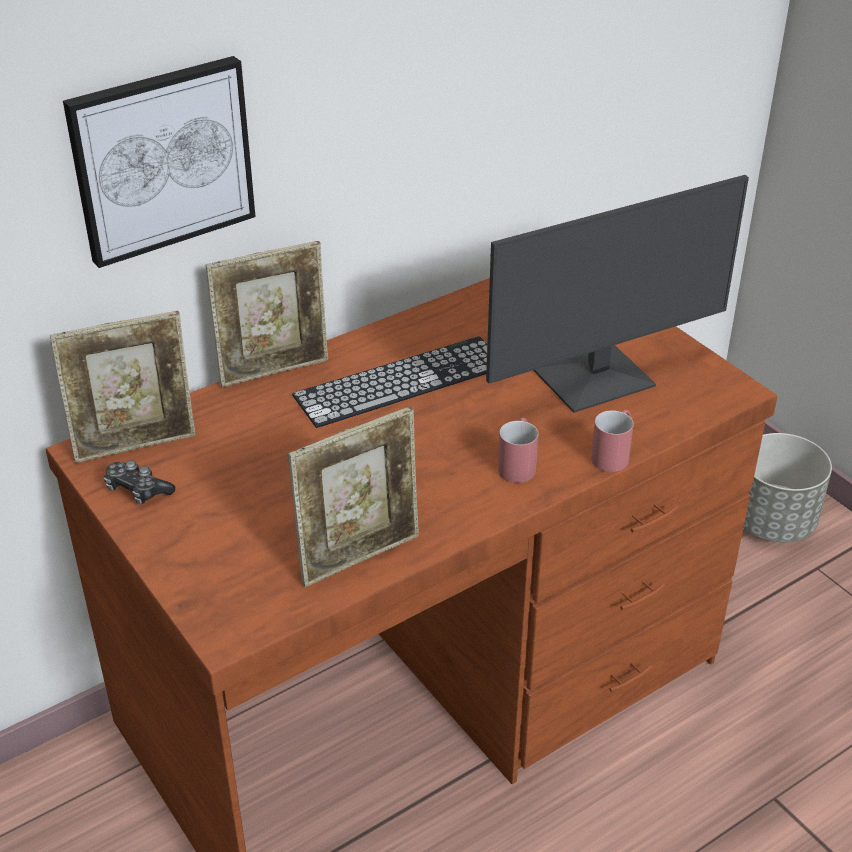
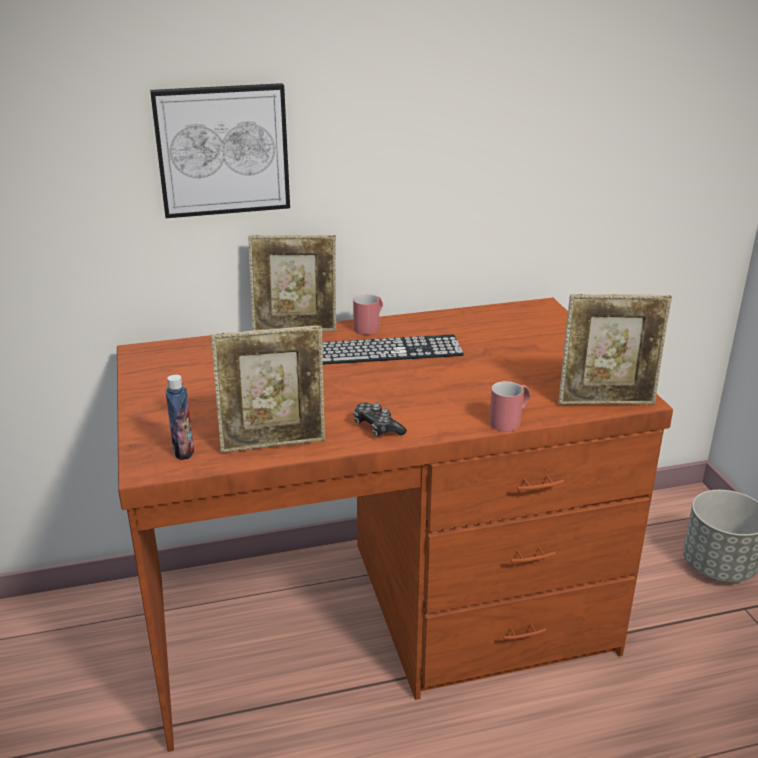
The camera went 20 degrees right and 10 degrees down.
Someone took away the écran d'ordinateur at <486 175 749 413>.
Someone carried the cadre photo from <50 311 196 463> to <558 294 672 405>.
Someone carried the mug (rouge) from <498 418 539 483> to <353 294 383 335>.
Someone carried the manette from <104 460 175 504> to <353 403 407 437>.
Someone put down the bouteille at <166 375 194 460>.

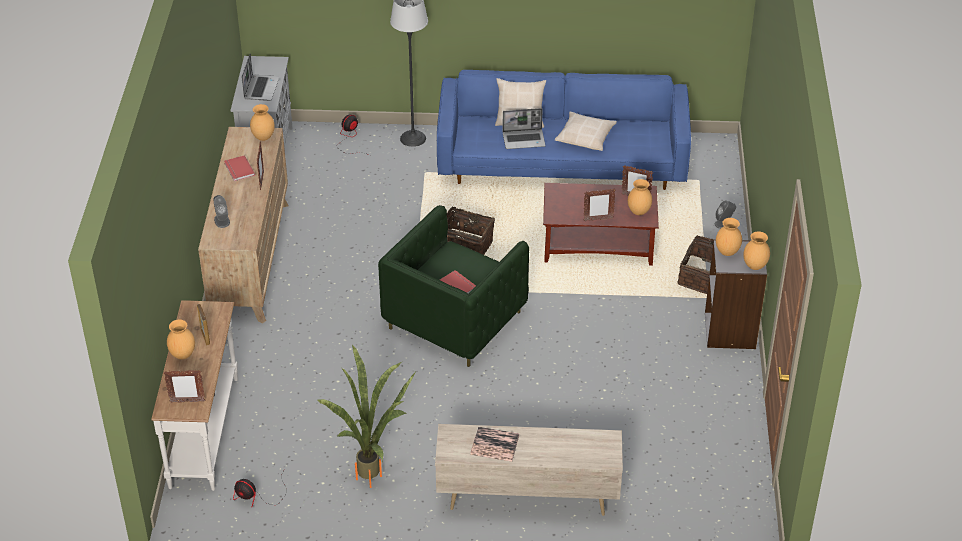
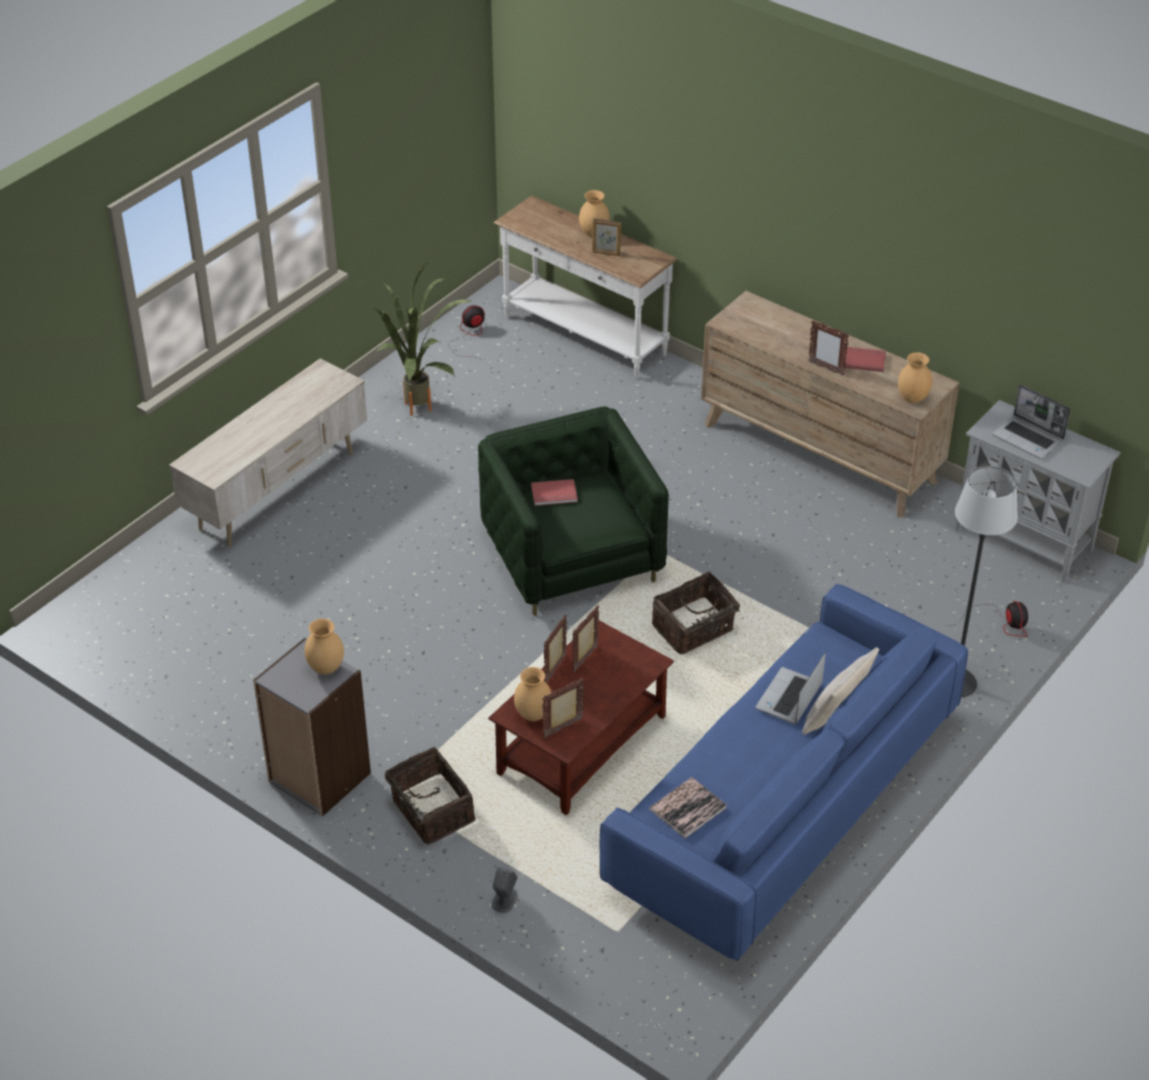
The camera went 125 degrees right and 0 degrees up.
Someone took away the coussin (beige) at <555 112 617 151>.
Someone took away the enceinte (gris) at <214 195 230 228>.
Someone took away the vase (marron) at <743 231 770 270>.
Someone carried the cadre photo from <164 370 205 403> to <572 606 599 672>.
Someone carried the livre from <470 427 519 462> to <649 777 727 838>.

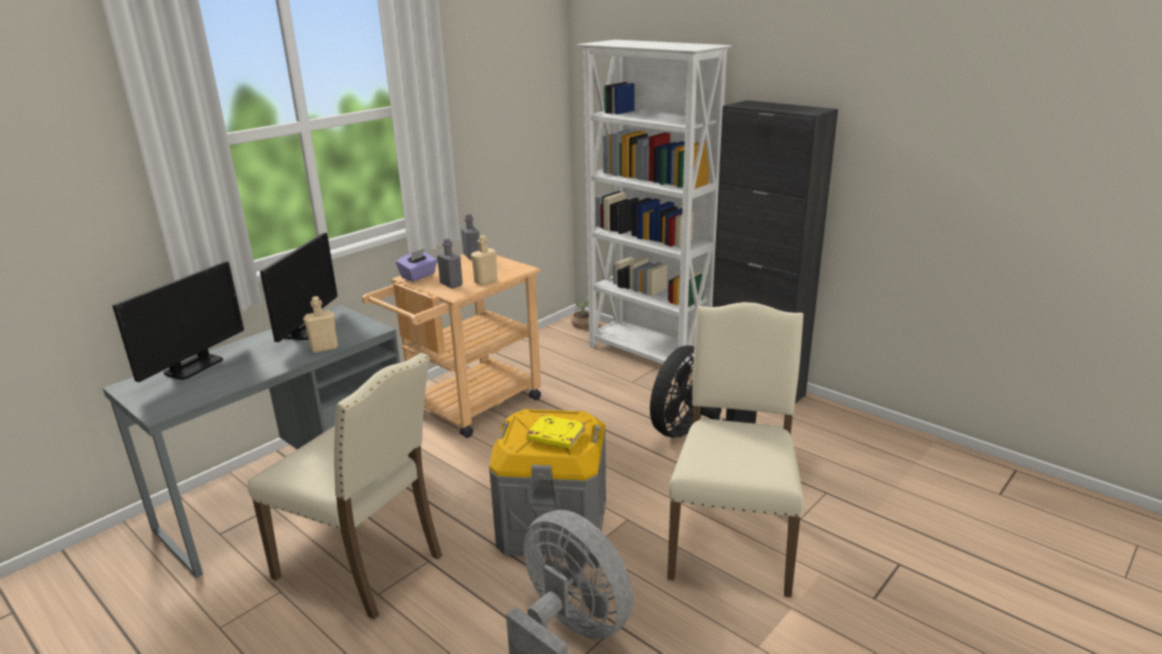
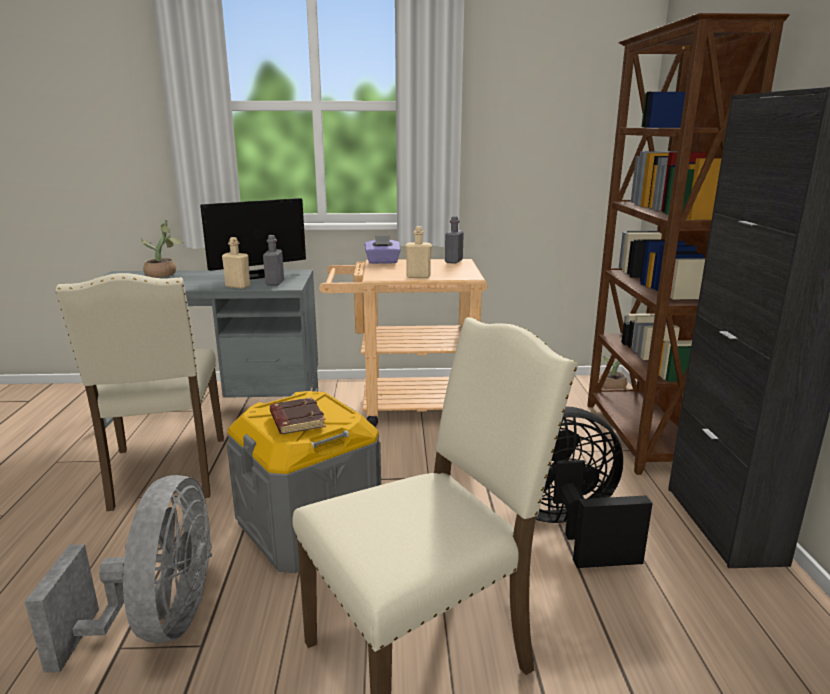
The camera went 45 degrees right and 5 degrees down.
Someone repainted the bibliothèque (blanc) at <577 40 732 371>, which became the bibliothèque (marron) at <587 13 790 475>.
Someone carried the bouteille (gris) from <437 238 463 288> to <263 235 284 286>.
Someone swapped the écran d'ordinateur at <113 261 244 382> for the plante en pot at <141 220 183 277>.
Someone repainted the livre (jaune) at <527 415 585 449>, which became the livre (marron) at <270 397 326 434>.

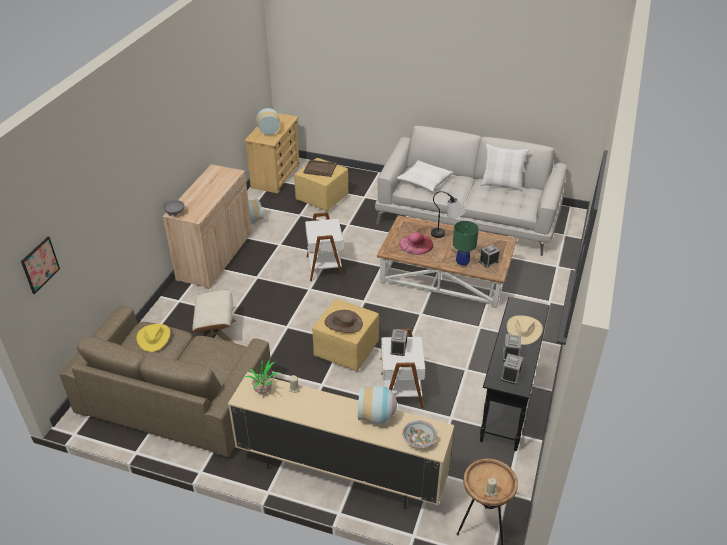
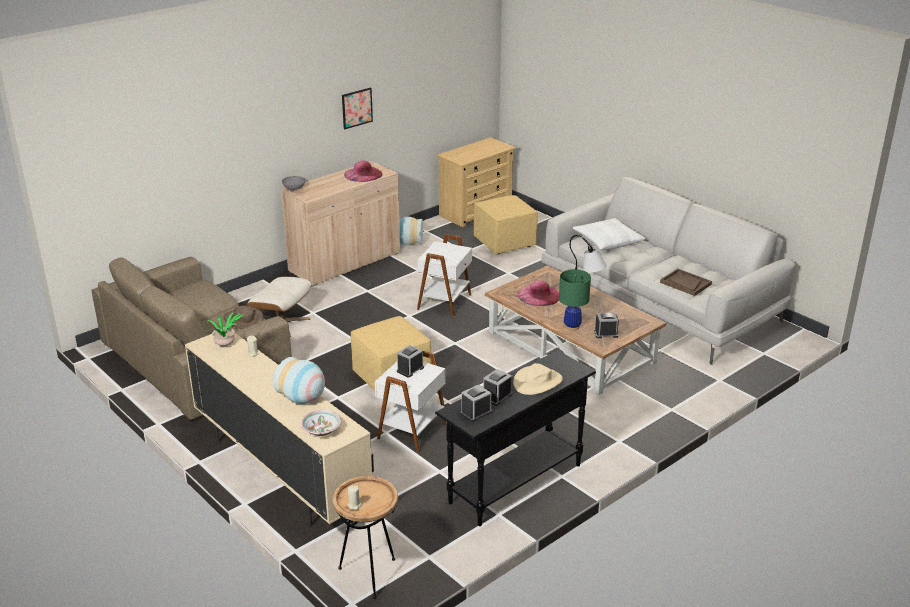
The camera went 30 degrees right and 10 degrees down.
Someone took away the vase at <256 108 280 135>.
Someone took away the coussin (blanc) at <480 144 529 191>.
Someone carried the plateau (marron) from <304 160 337 177> to <660 269 712 296>.
Someone carried the tableau from <21 237 60 294> to <342 87 373 129>.
Someone carried the chapeau (marron) from <325 310 363 333> to <223 306 263 329>.
Someone took away the chapeau (jaune) at <136 324 170 352>.
Someone put down the chapeau (rose) at <344 161 382 182>.

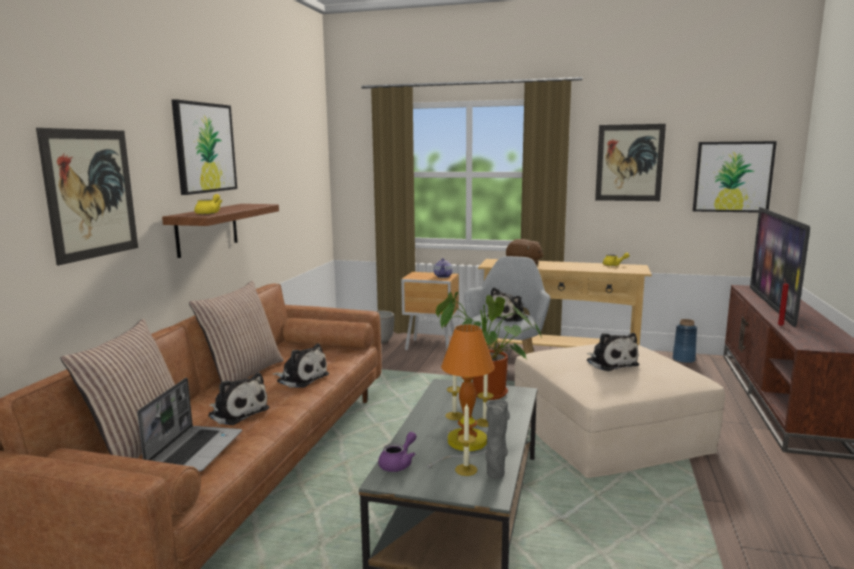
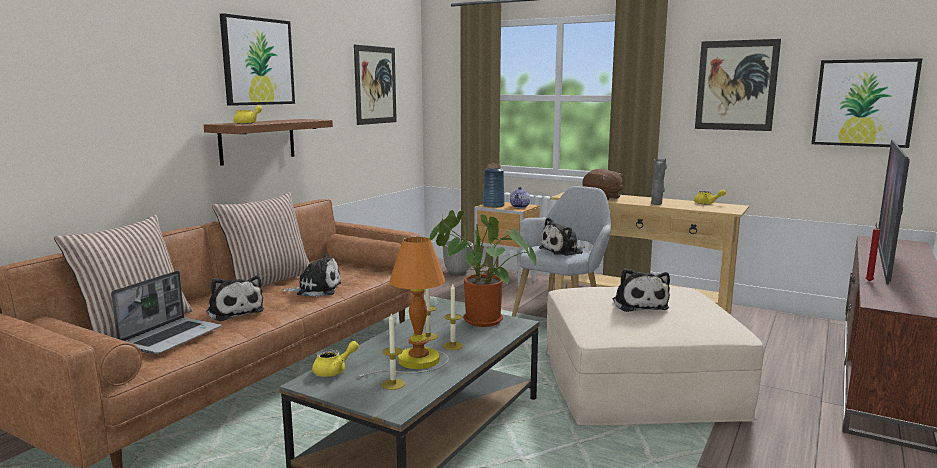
The camera went 15 degrees right and 0 degrees up.
Someone carried the tableau from <36 128 138 265> to <354 44 397 125>.
Someone carried the vase (bleu) from <672 319 697 363> to <483 163 505 208>.
Someone rotated the peluche at <273 343 329 388> by 45 degrees counterclockwise.
Someone carried the vase (gris) from <485 400 510 479> to <651 158 667 205>.
Someone repainted the théière (violet) at <378 432 417 472>, which became the théière (jaune) at <312 341 359 377>.

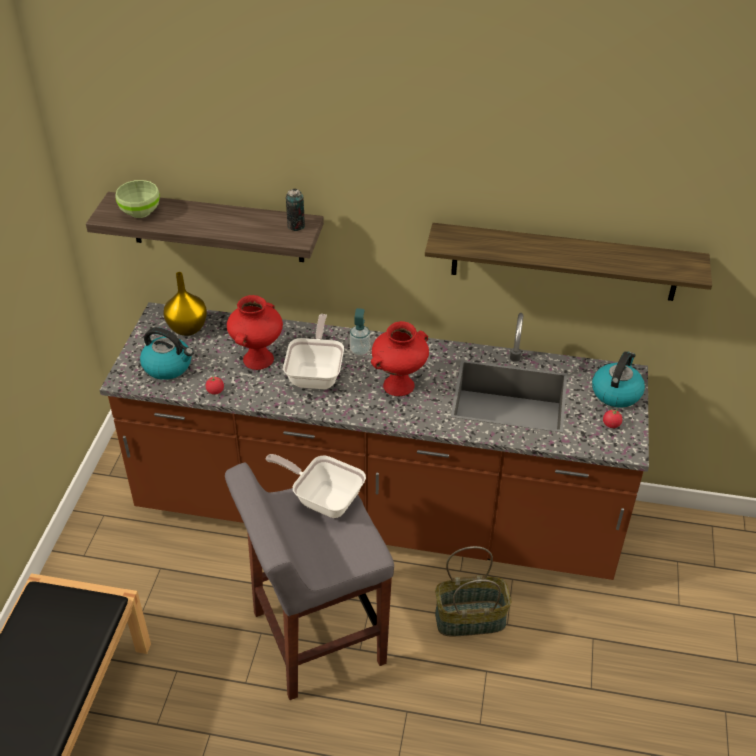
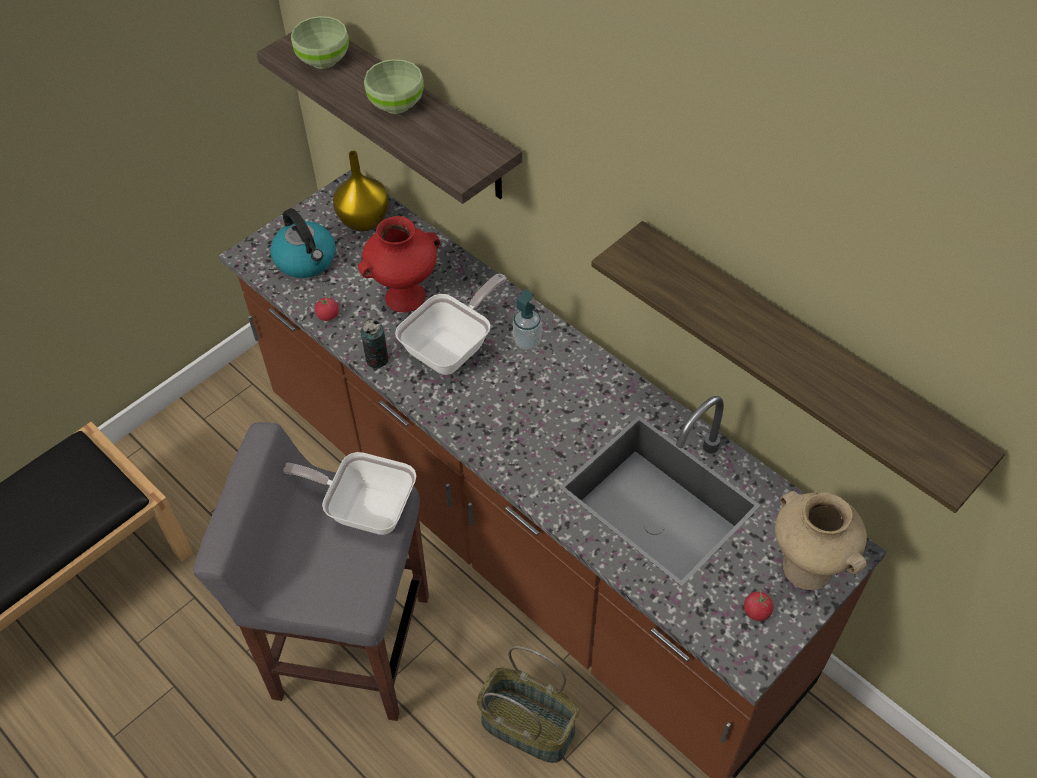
The camera went 35 degrees right and 10 degrees up.
Someone carried the boîte métallique from <286 189 305 231> to <361 320 388 368>.
Someone took away the vase (rouge) at <371 321 429 396>.
Someone swapped the bouilloire at <592 352 645 408> for the vase (beige) at <775 491 867 590>.
Someone rotated the poêle at <265 454 366 518> by 45 degrees counterclockwise.
Someone put down the bol (vert) at <364 59 424 114>.

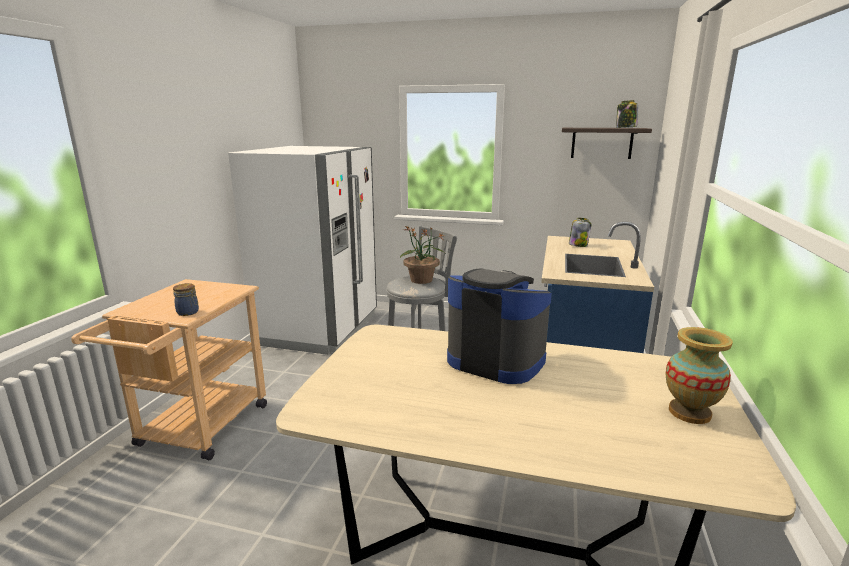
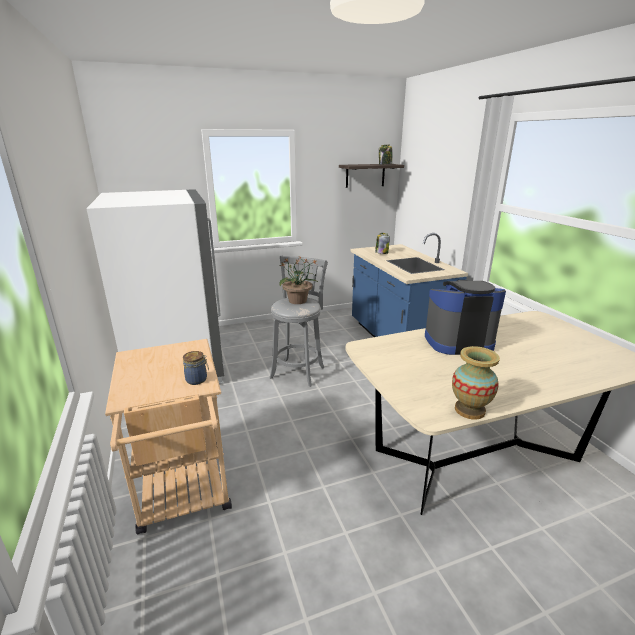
The camera went 35 degrees left and 5 degrees up.
Someone carried the vase from <666 327 733 424> to <452 346 500 420>.

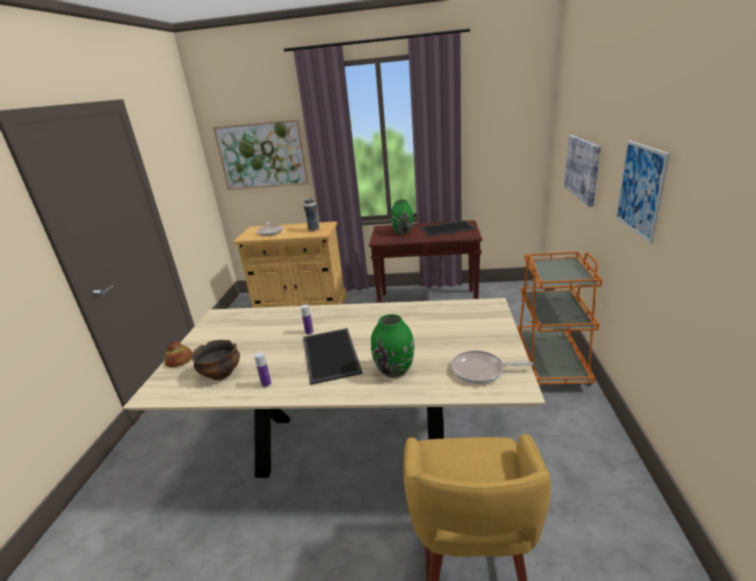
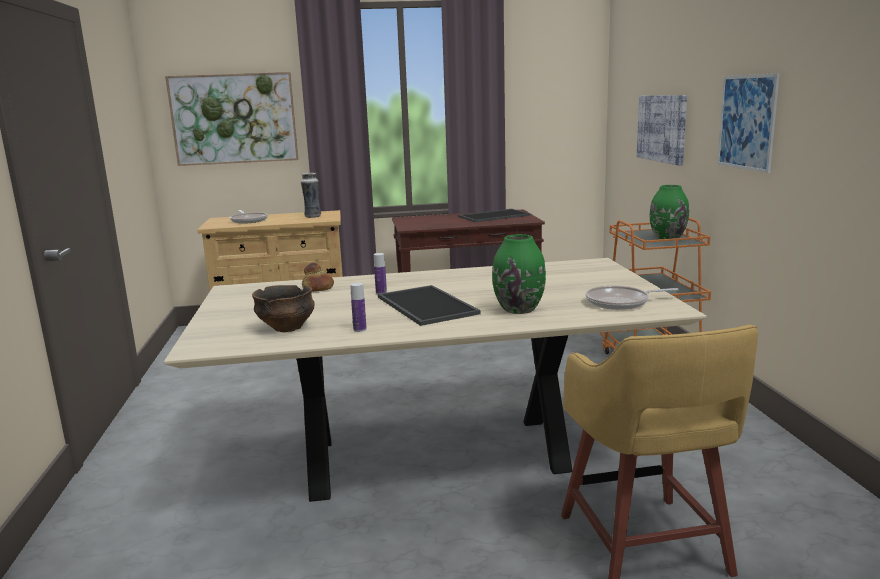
The camera went 15 degrees left and 10 degrees down.
Someone carried the vase (vert) from <391 200 414 234> to <650 185 689 239>.
Someone carried the pain from <164 340 192 367> to <302 263 334 292>.

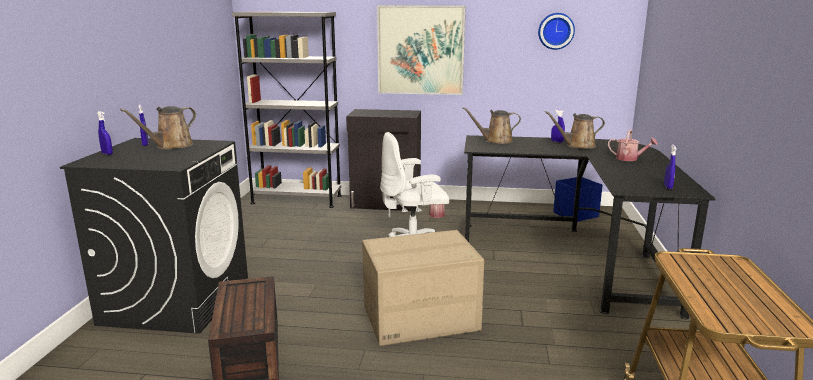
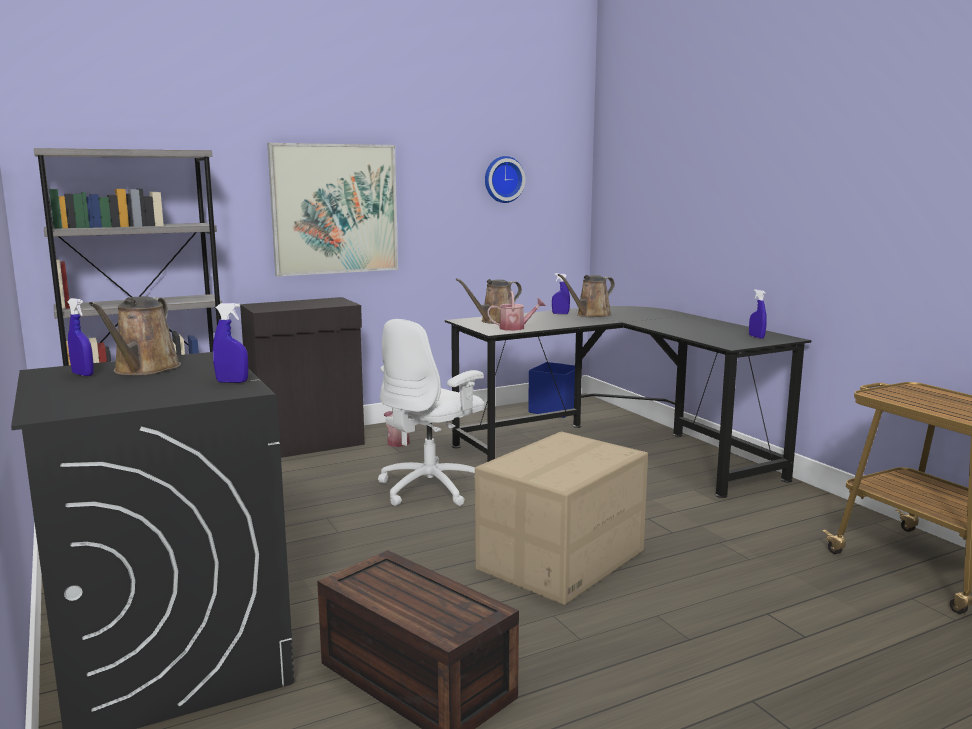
The camera went 35 degrees left and 5 degrees down.
Someone carried the vaporisateur (bleu) from <97 111 113 155> to <213 303 248 383>.
Someone carried the arrosoir from <608 129 658 161> to <487 291 546 331>.

